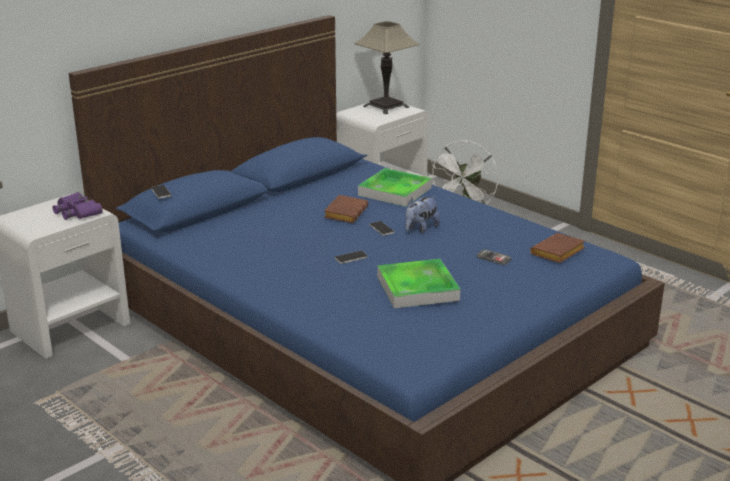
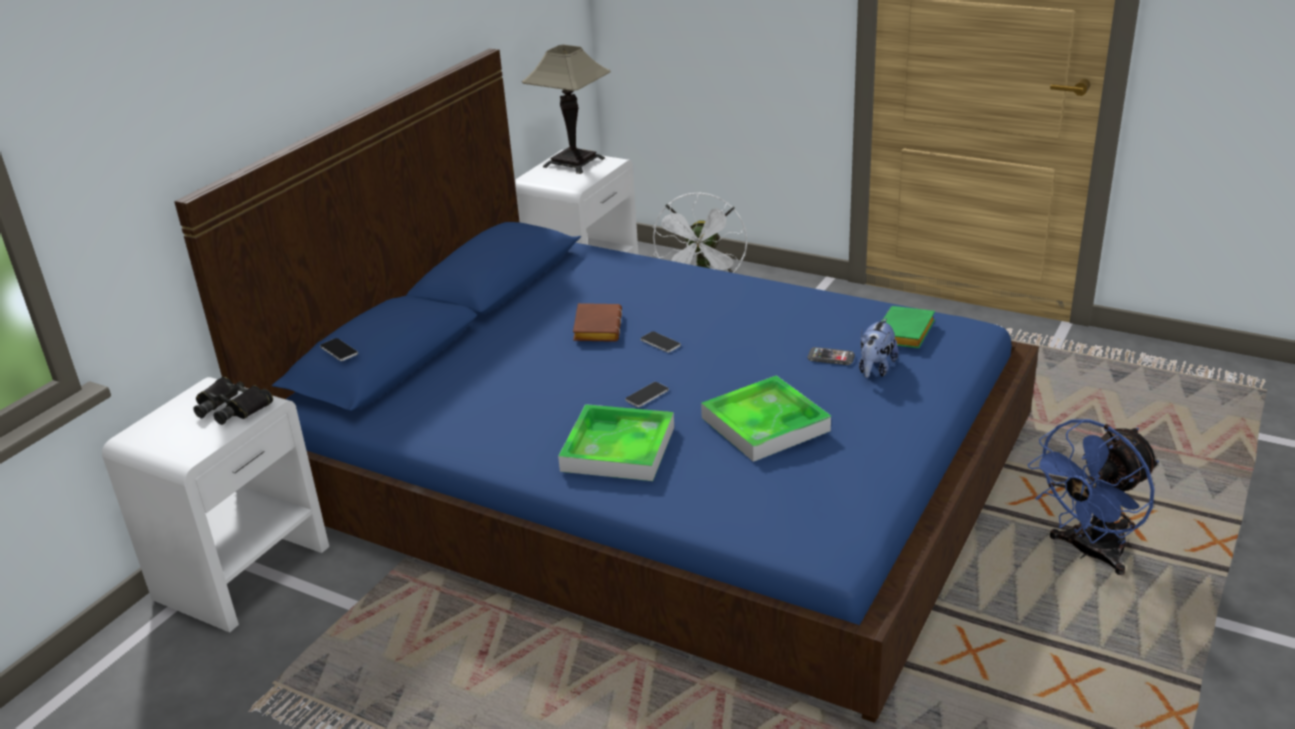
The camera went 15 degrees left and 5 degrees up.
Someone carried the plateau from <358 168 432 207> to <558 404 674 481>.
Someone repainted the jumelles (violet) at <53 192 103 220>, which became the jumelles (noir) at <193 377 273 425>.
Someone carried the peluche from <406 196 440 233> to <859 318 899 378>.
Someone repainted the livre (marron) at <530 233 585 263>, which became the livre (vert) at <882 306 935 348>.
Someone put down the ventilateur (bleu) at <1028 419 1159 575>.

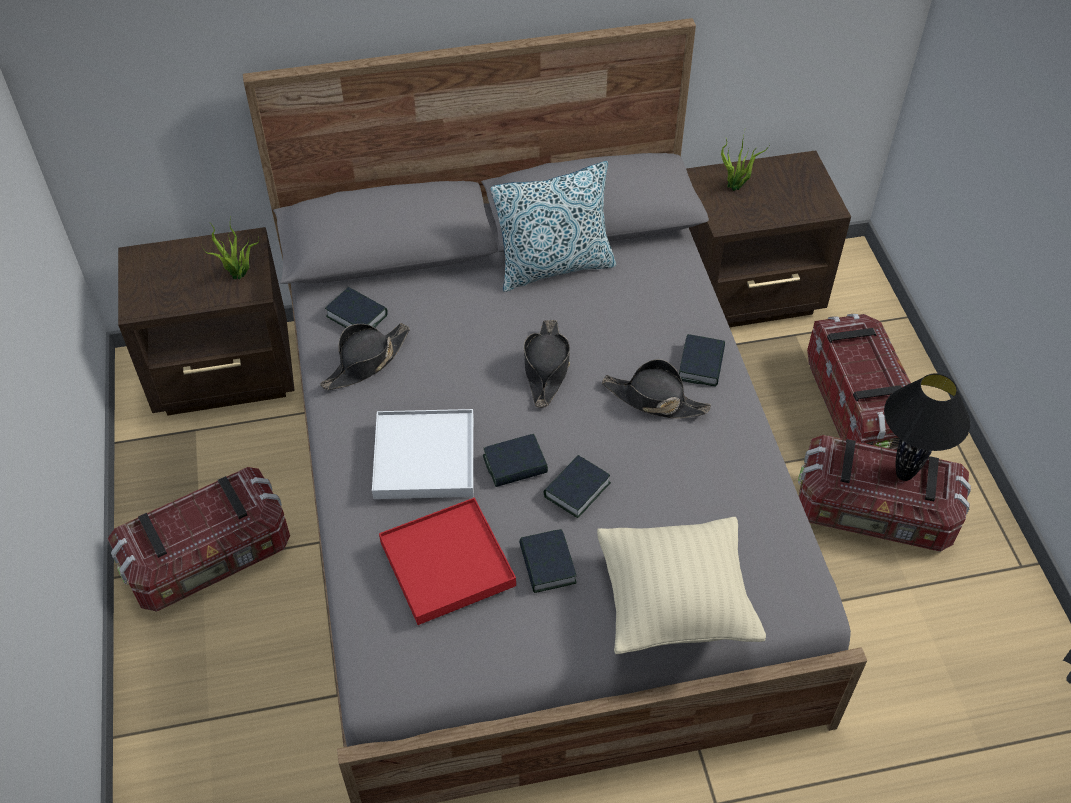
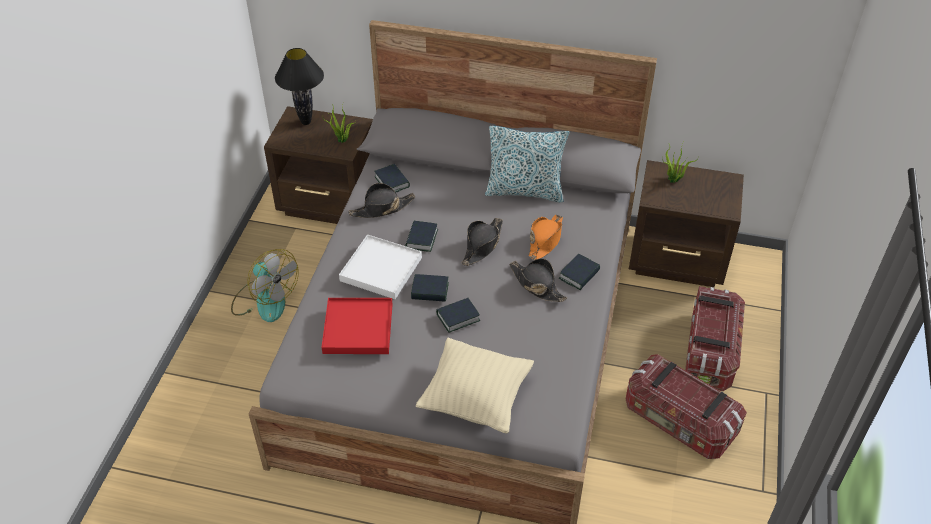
The camera went 25 degrees right and 5 degrees down.
Someone carried the lampe de table (noir) from <884 373 970 481> to <275 48 324 125>.
Someone swapped the boîte de rangement at <108 467 290 612> for the ventilateur at <231 249 299 322>.
Someone carried the livre from <519 529 577 593> to <406 221 438 252>.
Someone put down the chapeau (orange) at <529 214 563 260>.

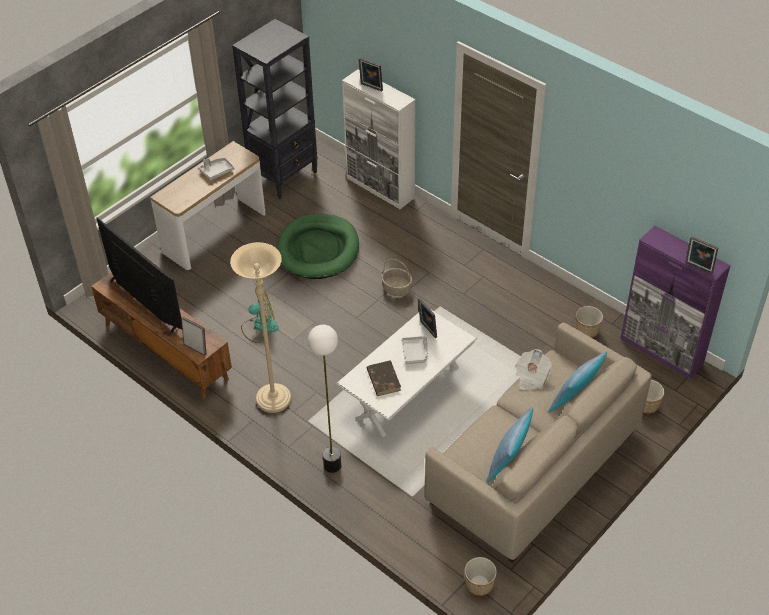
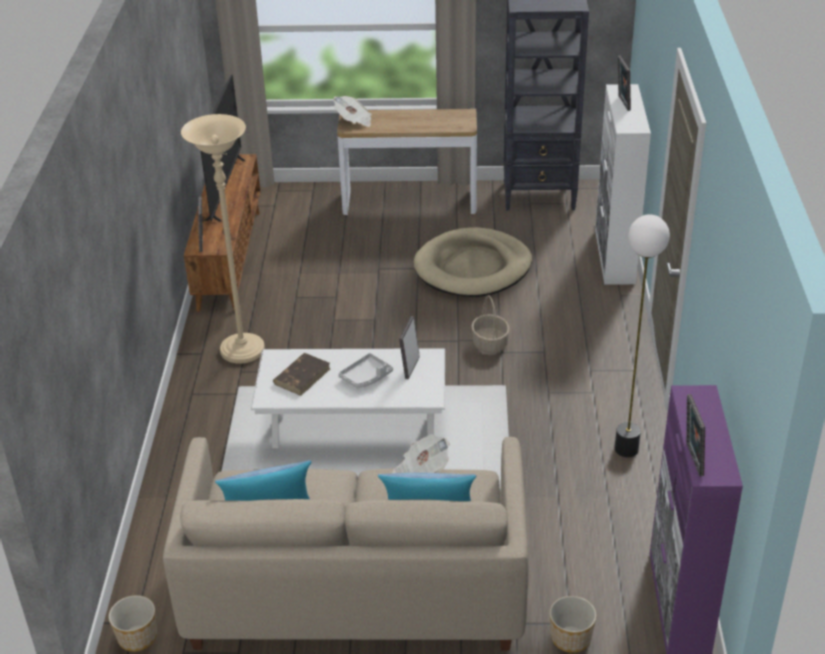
The camera went 50 degrees right and 10 degrees down.
Someone took away the plateau (gris) at <199 158 235 181>.
Someone repainted the panier pour chien (vert) at <276 214 359 279>, which became the panier pour chien (beige) at <413 227 532 297>.
Someone took away the ventilateur at <241 292 279 343>.
Someone took away the cache-pot at <576 306 603 338>.
Someone carried the lampadaire from <308 325 341 473> to <615 214 670 457>.
Someone put down the journal at <333 96 372 127>.

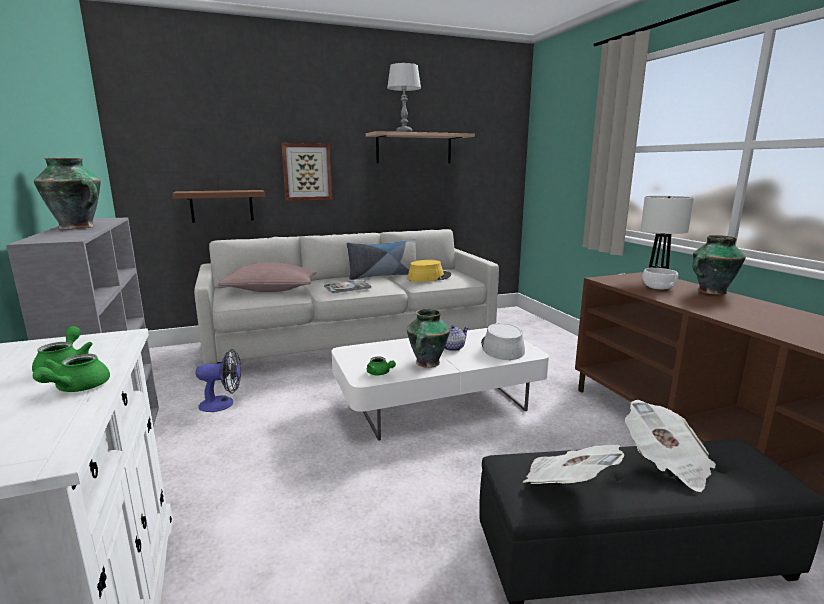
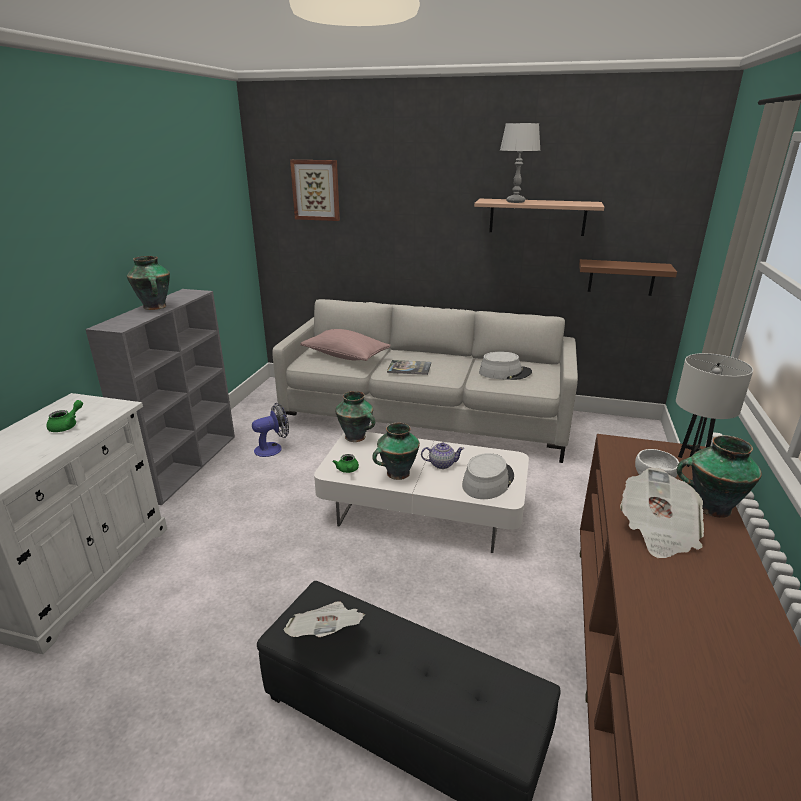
The camera went 35 degrees right and 10 degrees up.
Someone carried the tableau from <281 143 332 201> to <290 160 340 221>.
Someone carried the étagère (marron) from <172 190 265 223> to <579 259 677 296>.
Someone took away the coussin at <346 238 417 280>.
Someone repainted the chapeau (jaune) at <408 260 451 282>, which became the chapeau (gris) at <479 352 532 380>.
Someone rotated the ventilateur at <196 349 241 412> by 60 degrees counterclockwise.
Someone took away the théière (vert) at <33 354 110 392>.
Someone carried the journal from <625 400 716 492> to <620 468 704 558>.
Someone put down the vase at <335 391 375 442>.

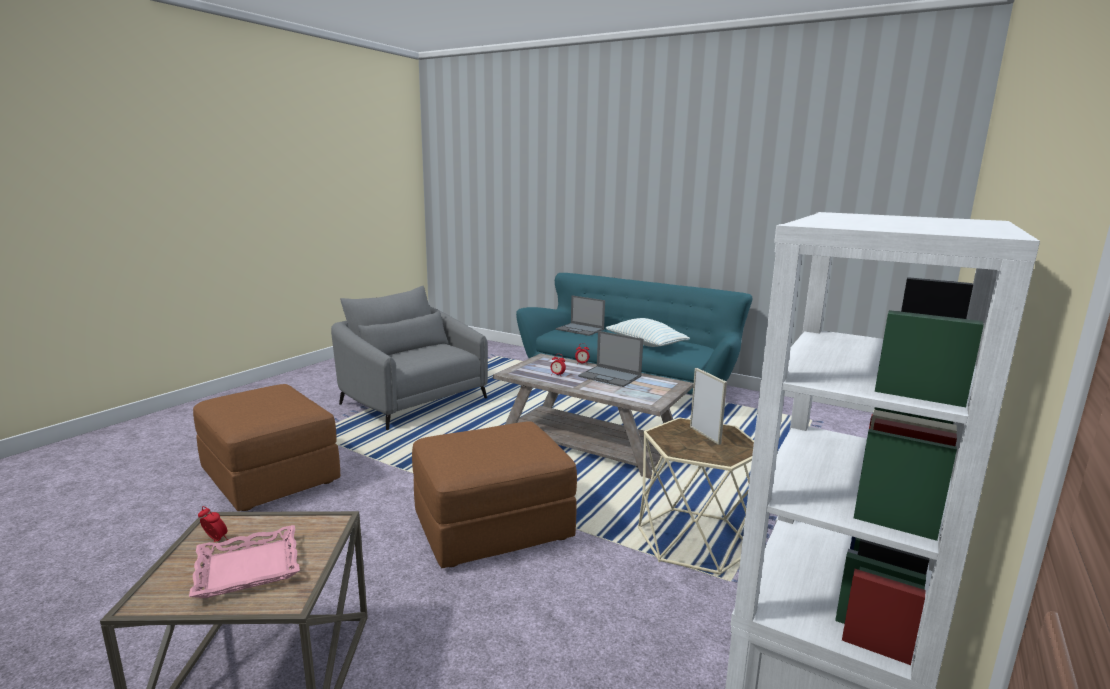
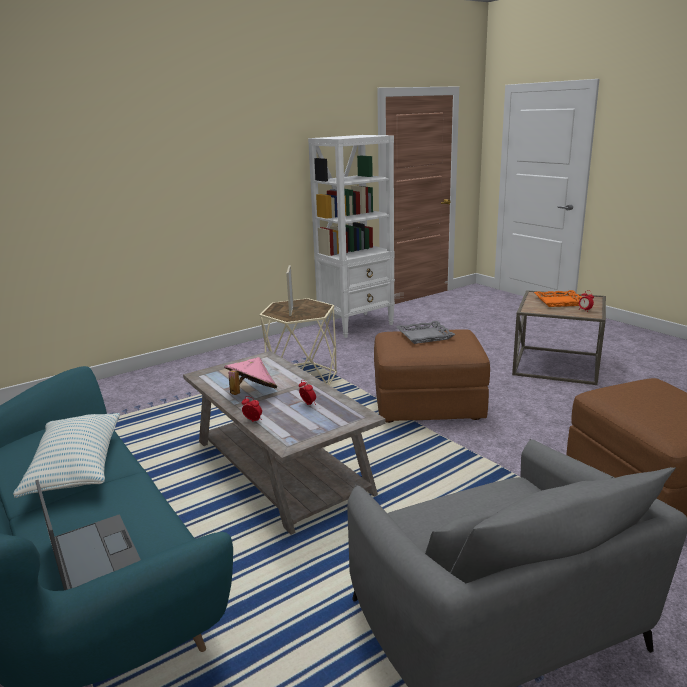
The camera went 155 degrees left and 5 degrees up.
Someone swapped the ordinateur portable at <578 331 643 387> for the chapeau (rose) at <224 357 277 395>.
Someone repainted the plateau (rose) at <189 525 300 598>, which became the plateau (orange) at <534 290 582 307>.
Someone put down the plateau (gris) at <396 321 455 344>.

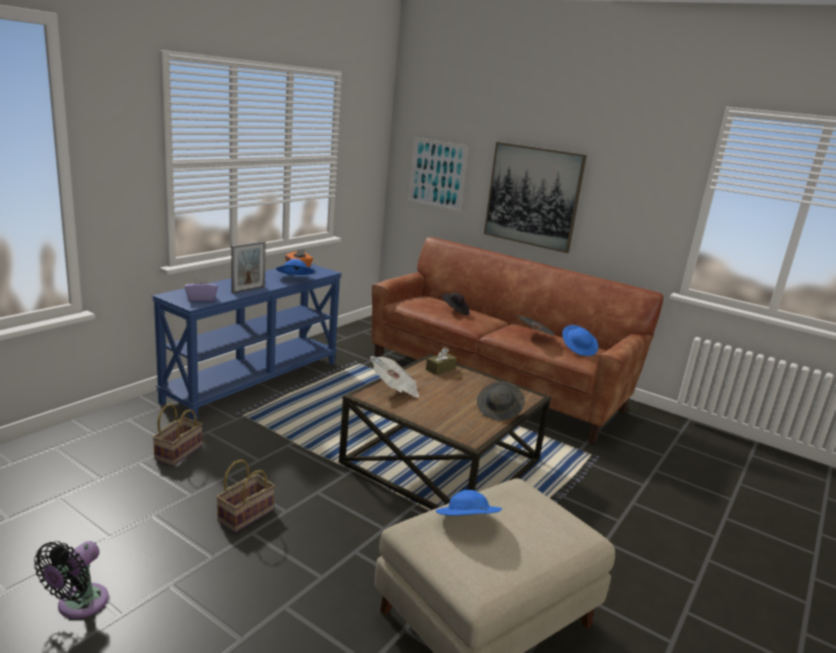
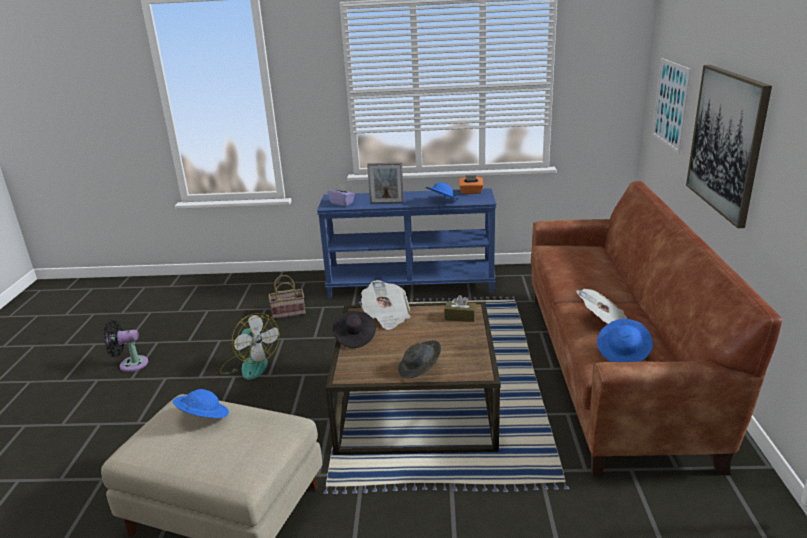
The camera went 60 degrees right and 5 degrees up.
Someone carried the chapeau (noir) from <441 292 470 315> to <333 311 376 348>.
Someone swapped the panier at <216 459 275 533> for the ventilateur at <220 313 279 380>.

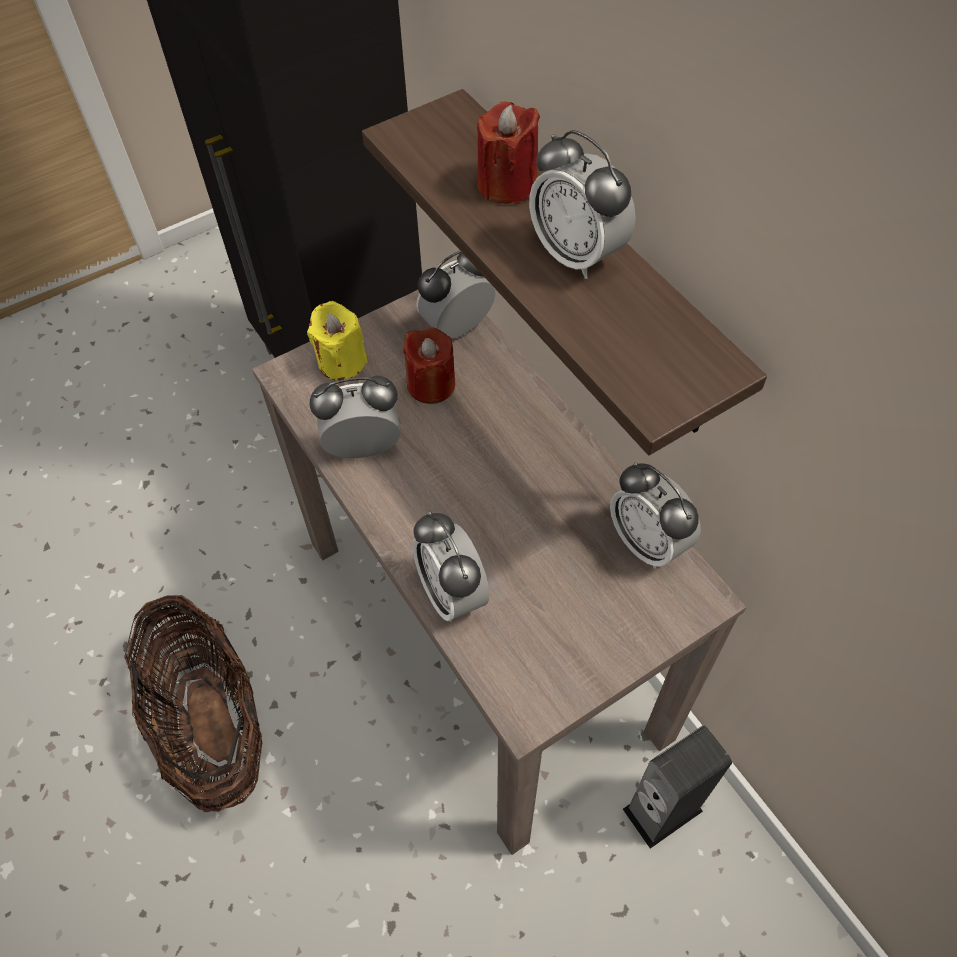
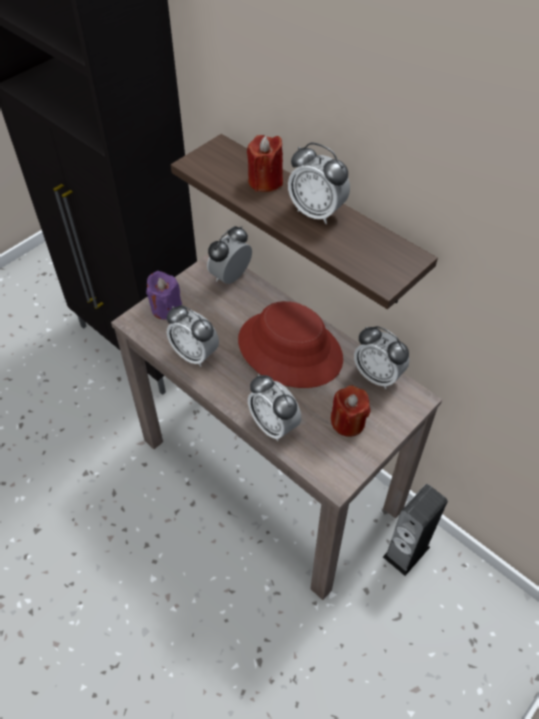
The camera went 15 degrees left and 5 degrees down.
Someone repainted the bougie (jaune) at <307 301 368 380>, which became the bougie (violet) at <146 271 182 320>.
Someone carried the bougie (rouge) from <403 328 455 404> to <331 385 370 437>.
Someone rotated the réveil at <310 376 400 458> by 120 degrees counterclockwise.
Someone took away the panier at <124 595 262 812>.
Someone put down the chapeau (rouge) at <238 301 343 388>.

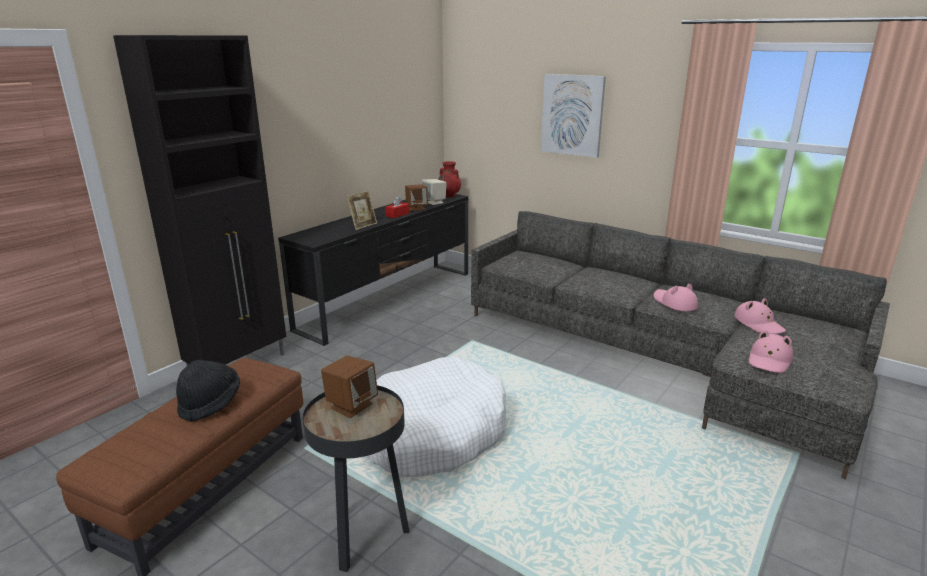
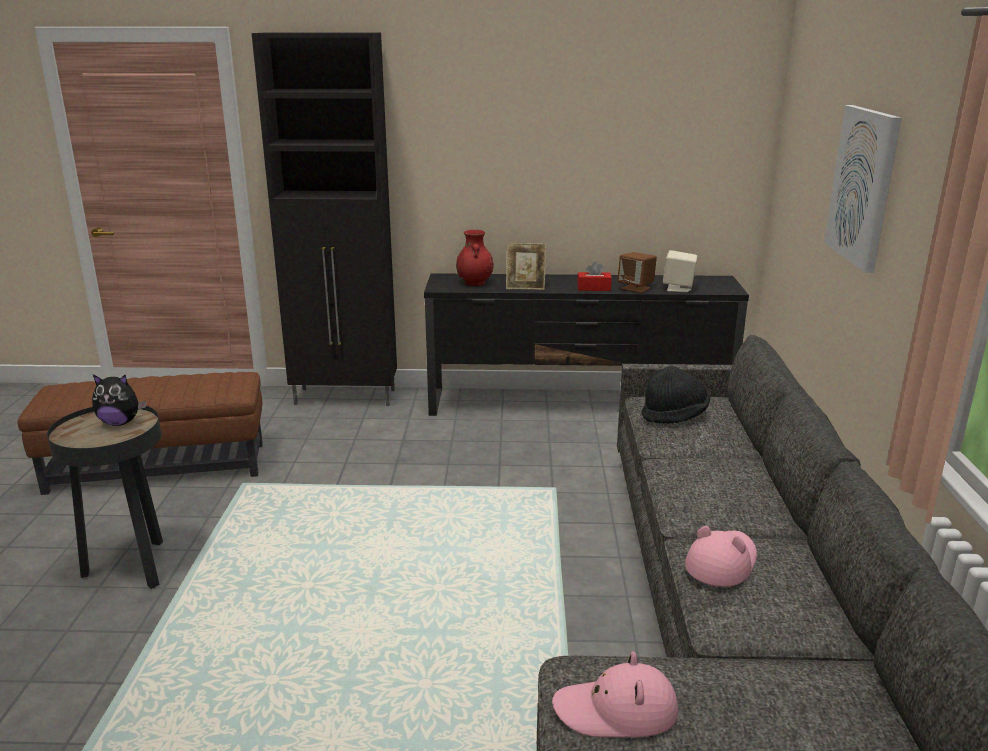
The camera went 55 degrees right and 0 degrees up.
Someone carried the vase (rouge) from <438 161 461 197> to <456 230 494 286>.
Someone took away the chapeau (rose) at <734 298 786 334>.
Someone swapped the enceinte (marron) at <321 356 378 418> for the peluche at <92 375 146 426>.
Someone took away the panier pour chien (blanc) at <366 357 506 477>.
Someone carried the chapeau (noir) from <176 360 240 422> to <642 366 710 424>.

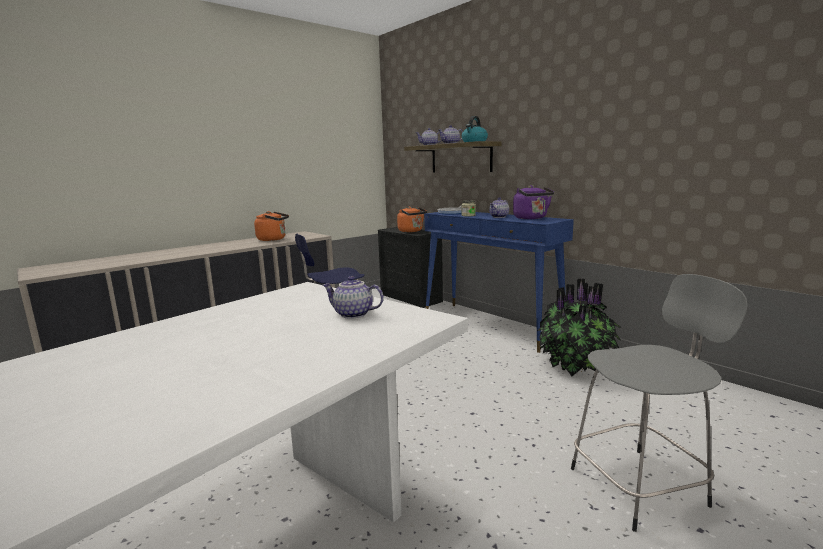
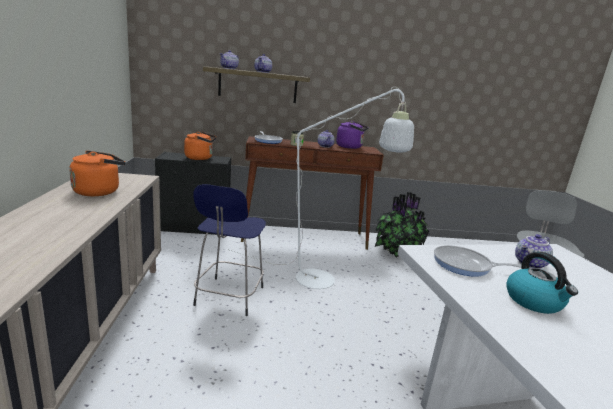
The camera went 55 degrees left and 5 degrees up.
Someone carried the bouilloire from <462 116 488 142> to <506 252 578 314>.
Someone repainted the table console (bleu) at <424 212 574 353>, which became the table console (marron) at <241 136 383 250>.
Someone put down the lampadaire (blanc) at <227 87 414 289>.
Someone put down the poêle at <434 245 521 277>.

